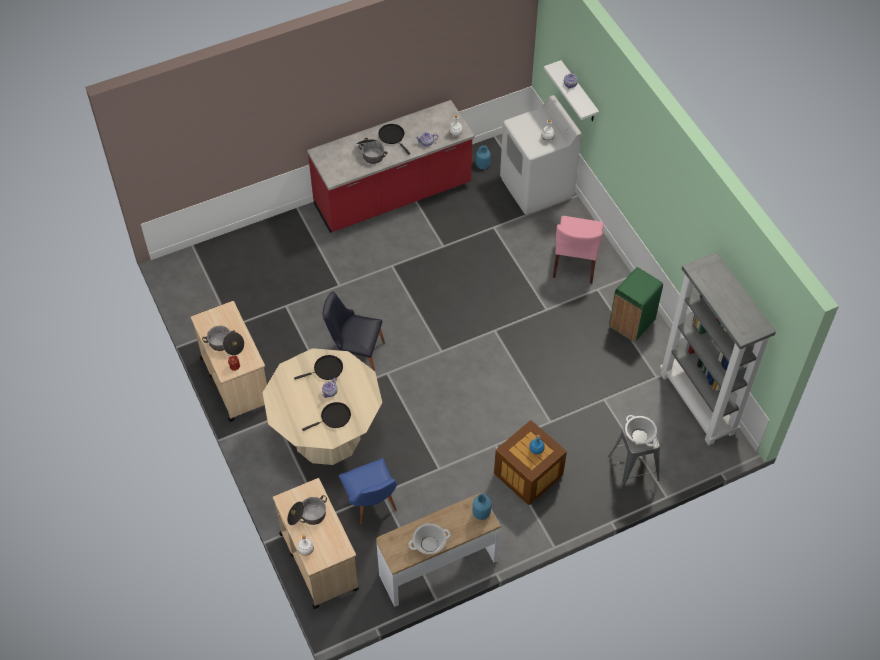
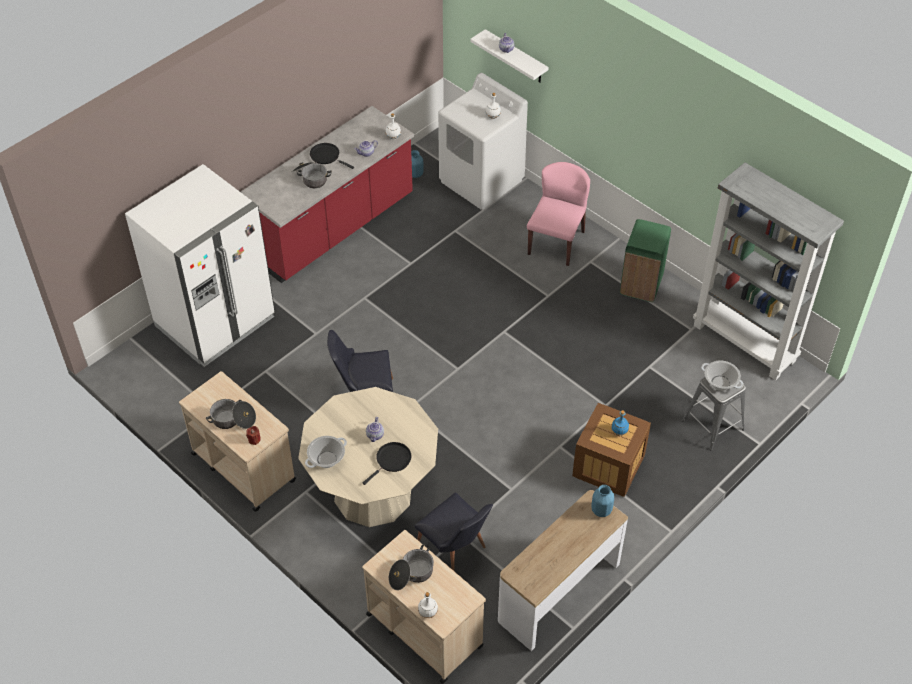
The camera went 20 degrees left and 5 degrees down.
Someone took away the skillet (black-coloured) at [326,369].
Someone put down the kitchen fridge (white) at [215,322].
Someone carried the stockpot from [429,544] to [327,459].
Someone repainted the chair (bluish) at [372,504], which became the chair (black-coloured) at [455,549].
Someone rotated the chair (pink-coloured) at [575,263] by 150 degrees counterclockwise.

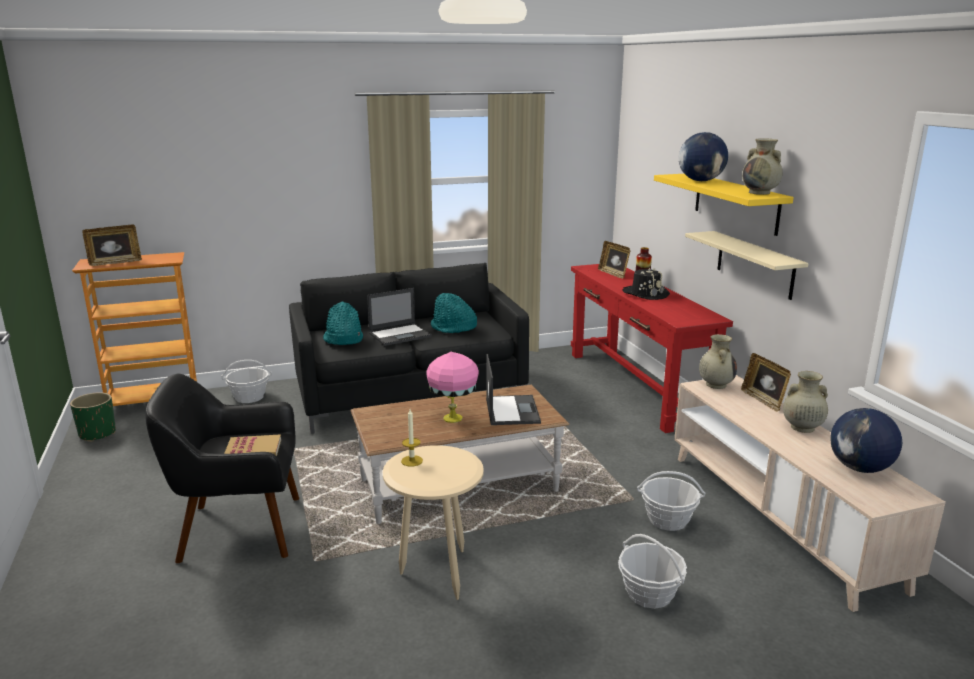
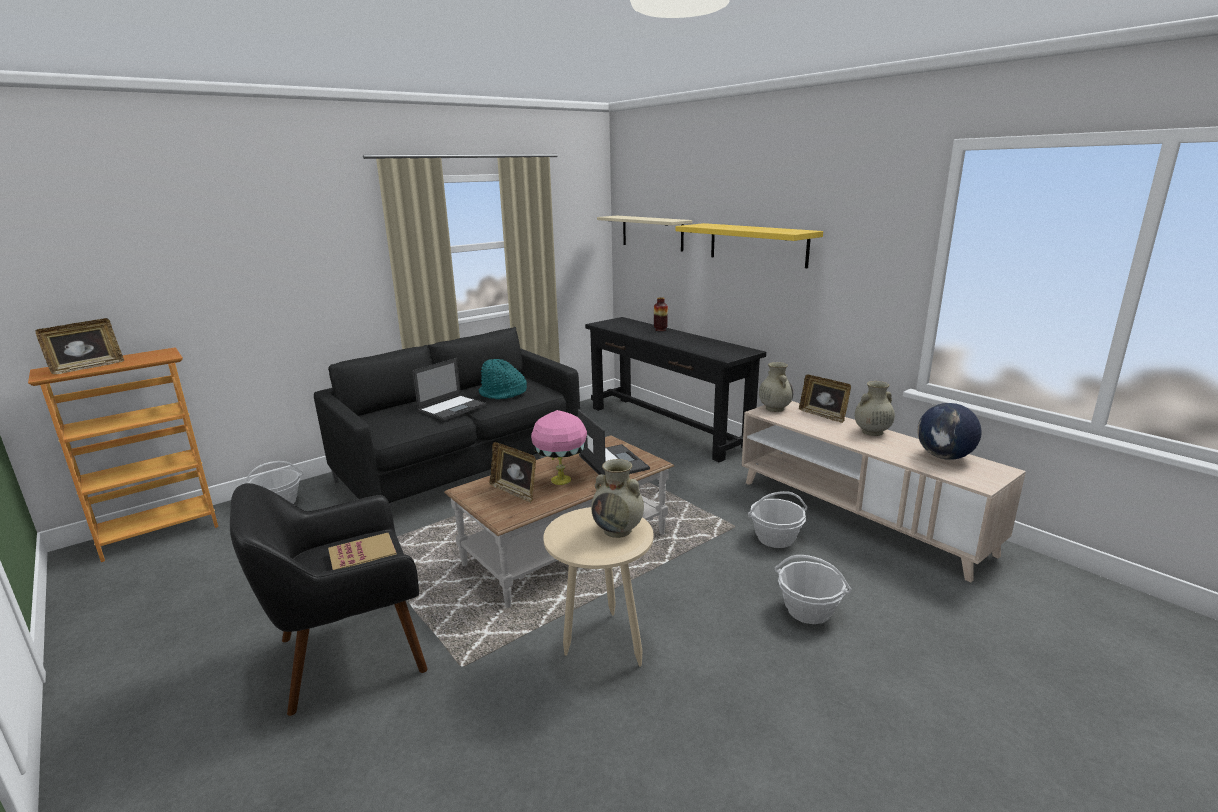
The camera went 20 degrees left and 0 degrees up.
Someone took away the flower pot (green-coloured) at [97,434].
Someone took away the clothing hat (turquoise) at [343,339].
Someone took away the wax light at [412,461].
Someone took away the clothing hat (black-coloured) at [645,294].
Someone took away the desk globe at [700,181].
Someone carried the photo frame from [613,274] to [515,492].
Someone carried the bracket shelf (beige-coloured) from [754,264] to [652,232].
Someone carried the flower vase (beige-coloured) from [760,193] to [618,530].
Someone repainted the console table (reddish) at [635,386], which became the console table (black-coloured) at [666,426].

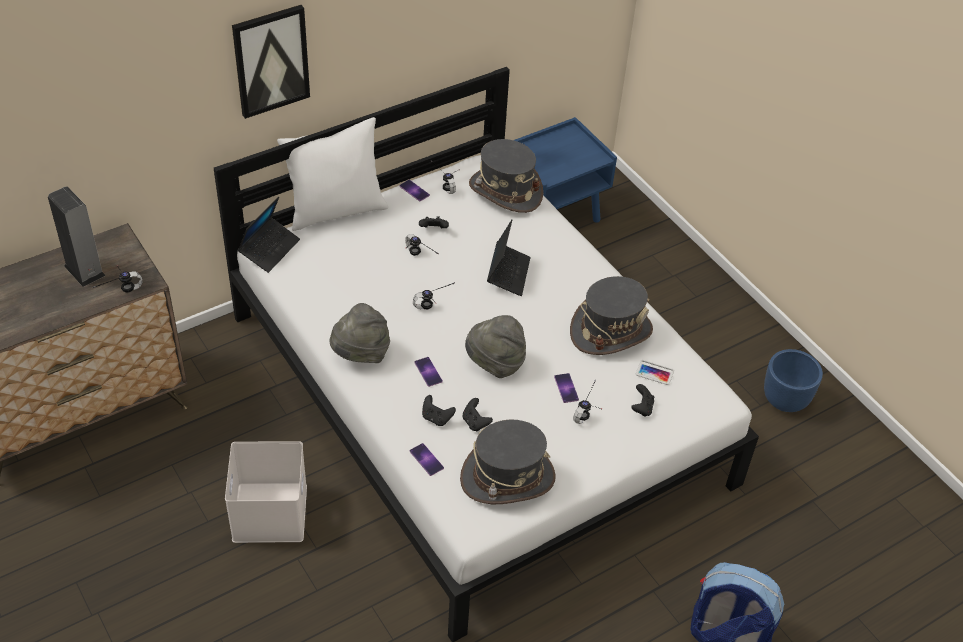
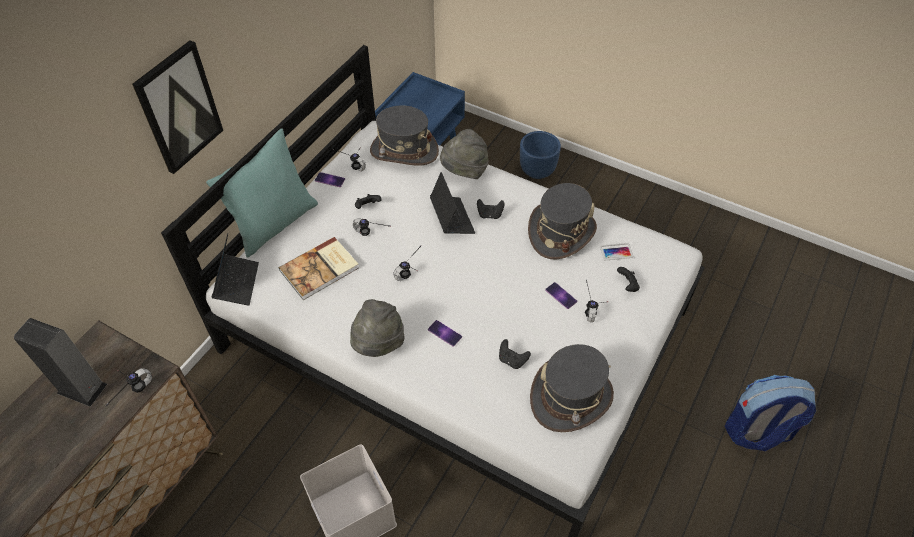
The camera went 25 degrees left and 5 degrees up.
Someone took away the phone at [426,459].
Someone put down the bound book at [320,270].
Someone carried the game controller (black-coloured) from [436,418] to [490,214].
Someone carried the clothing hat (gray) from [495,363] to [464,171].
Someone carried the flower pot (bluish) from [785,400] to [537,171].
Someone repainted the cushion (white) at [336,210], which became the cushion (turquoise) at [274,224].

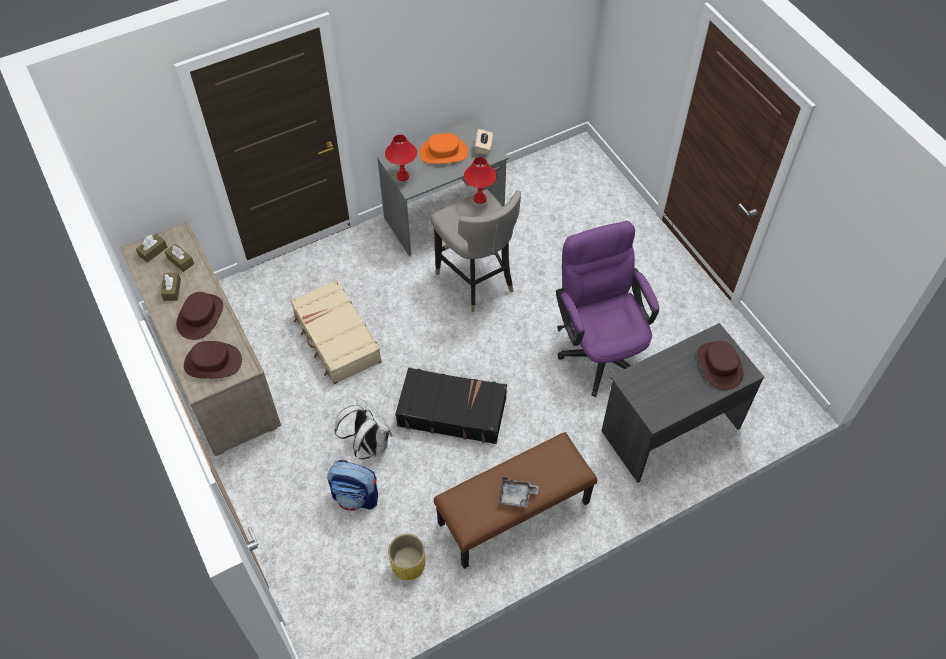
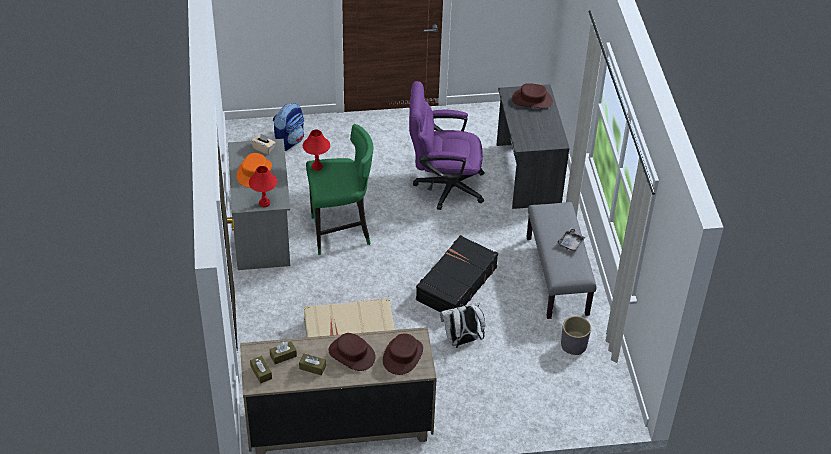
The camera went 70 degrees left and 10 degrees down.
Someone carried the backpack from [356,496] to [289,141].
Someone repainted the flower pot (yellow-coloured) at [408,565], which became the flower pot (gray) at [573,345].
Someone repainted the sitting stool (gray) at [476,281], which became the sitting stool (green-coloured) at [341,233].
Someone repainted the bench (brown-coloured) at [514,514], which became the bench (gray) at [557,276].

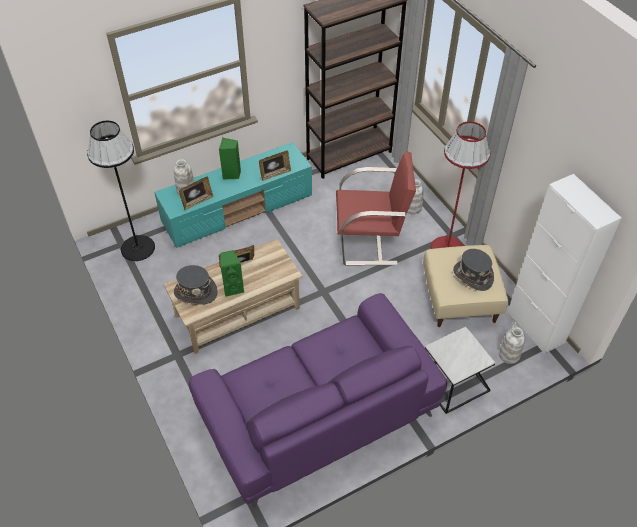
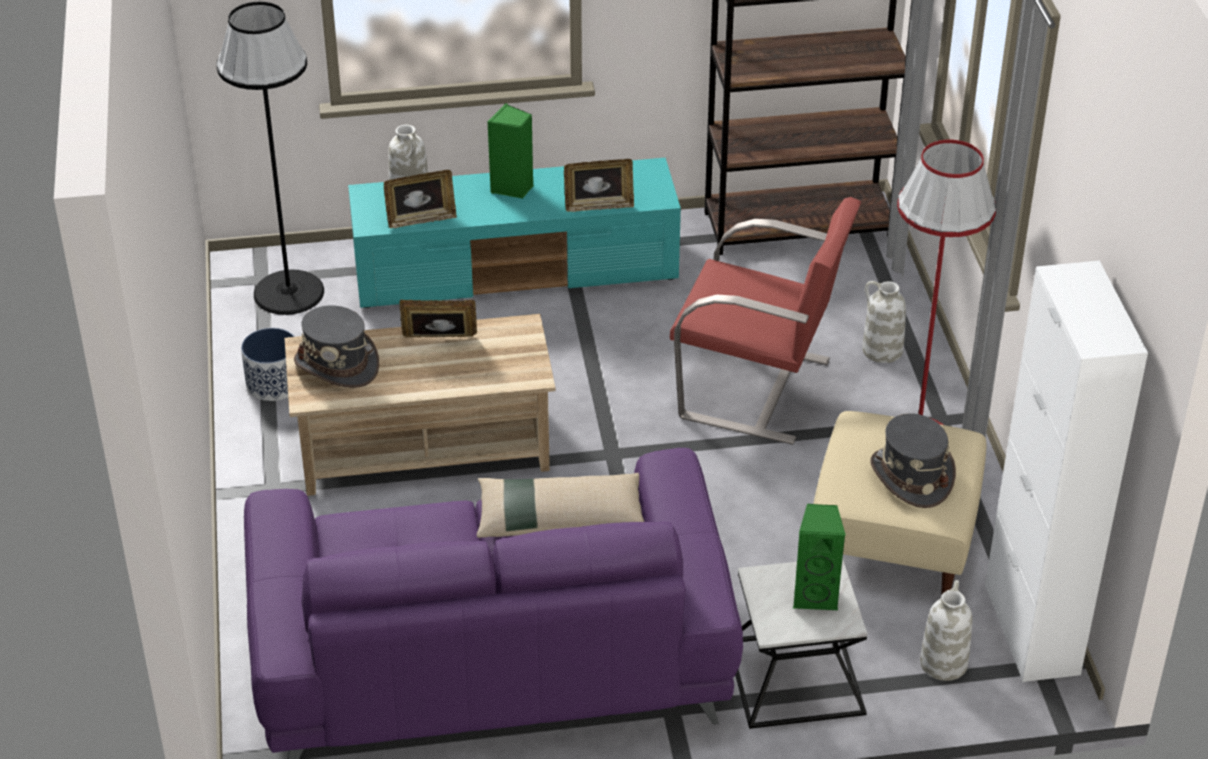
The camera went 20 degrees right and 10 degrees down.
Someone put down the flower pot at [274,383].
Someone put down the cushion (beige-coloured) at [560,517].
Someone carried the loudspeaker (green-coloured) from [233,288] to [815,595].

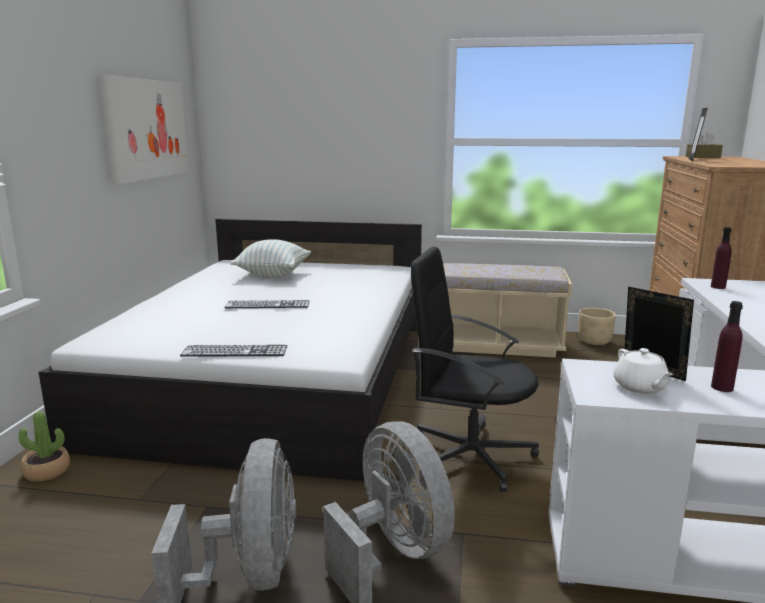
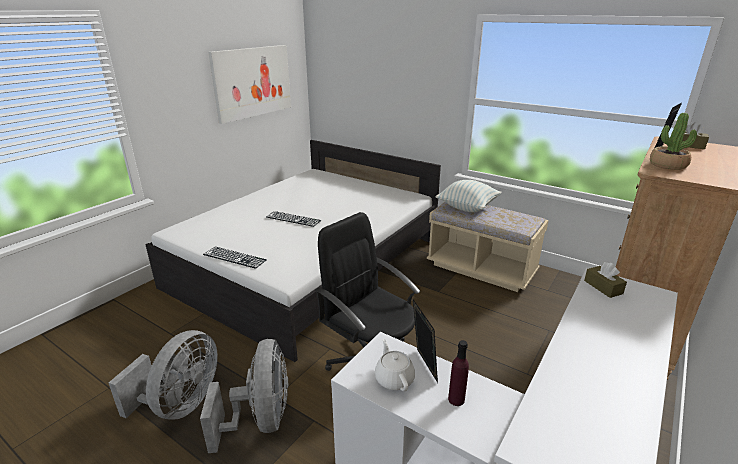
The camera went 25 degrees right and 10 degrees up.
Someone took away the flower pot (beige-coloured) at [594,341].
Someone carried the plant in a pot from [47,471] to [667,165].
Someone carried the cushion from [273,274] to [467,207].
Someone swapped the drink bottle (purple-coloured) at [718,287] for the box of tissues (brown-coloured) at [603,287].
Someone rotated the teapot (white) at [640,387] by 150 degrees clockwise.

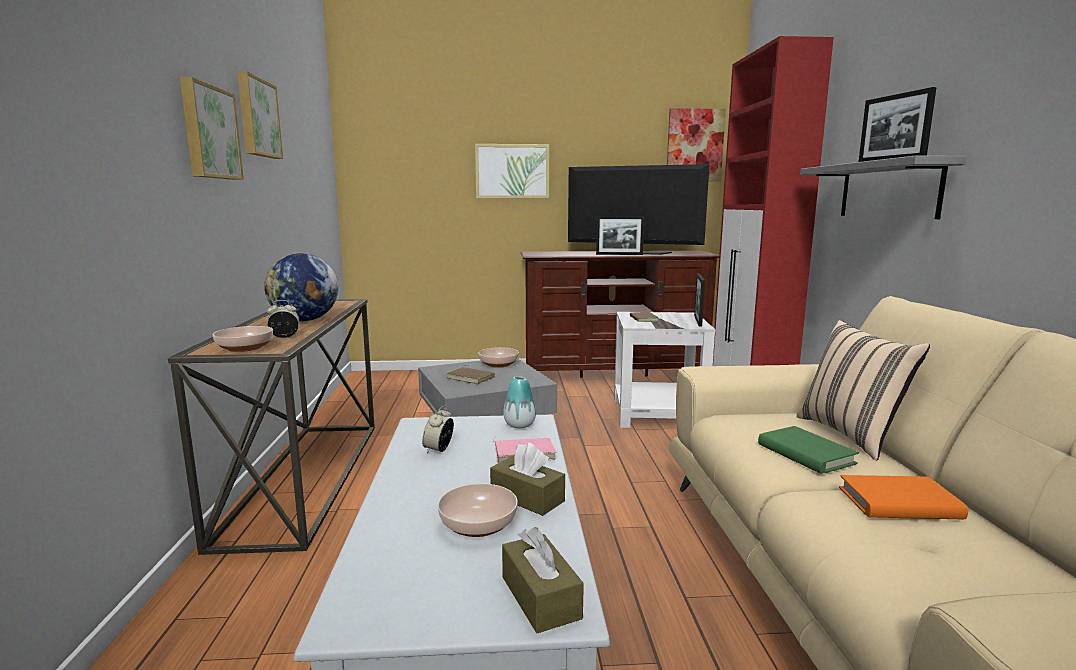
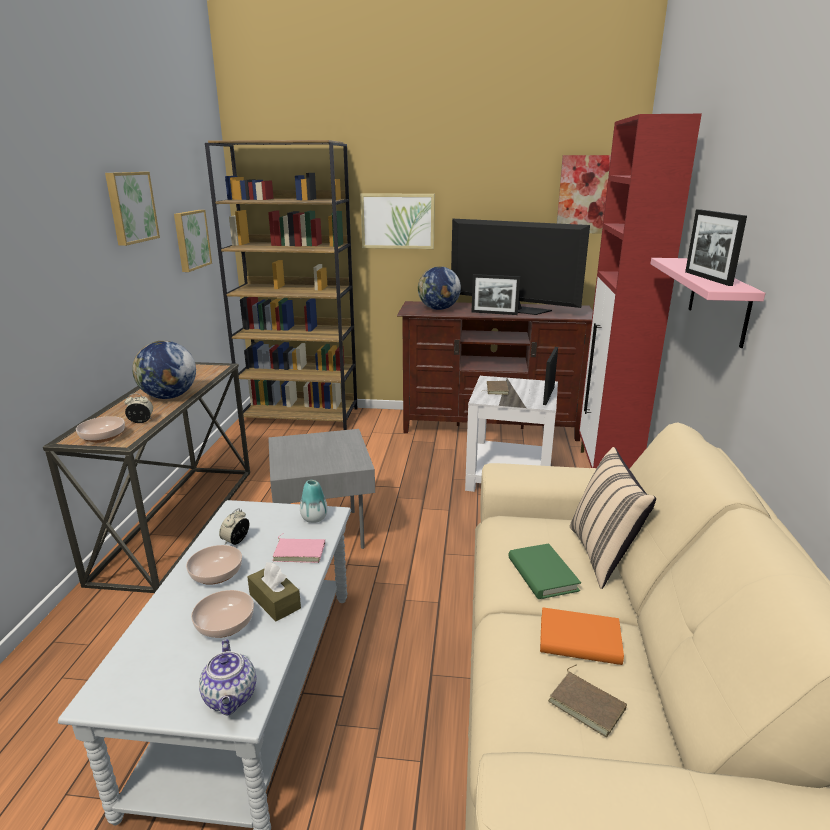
The camera went 10 degrees right and 10 degrees up.
Someone put down the bookshelf (brown-coloured) at [301,416].
Someone put down the desk globe at [438,309].
Someone carried the wall picture from [208,132] to [190,240].
Someone carried the bound book (brown-coloured) from [471,378] to [588,704].
Someone carried the serving bowl from [498,364] to [216,573].
Someone swapped the box of tissues (brown-coloured) at [540,597] for the teapot at [231,698].
Someone repainted the bracket shelf (gray) at [888,190], which became the bracket shelf (pink-coloured) at [718,300].

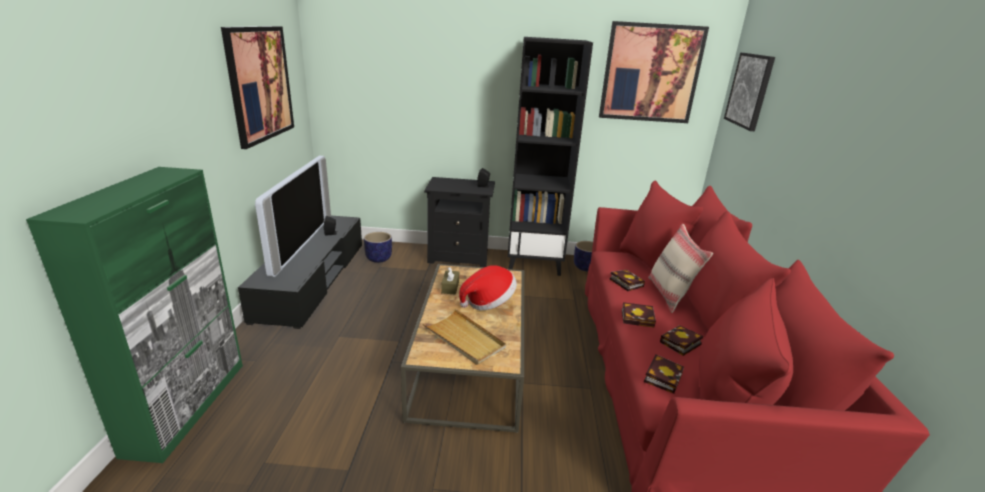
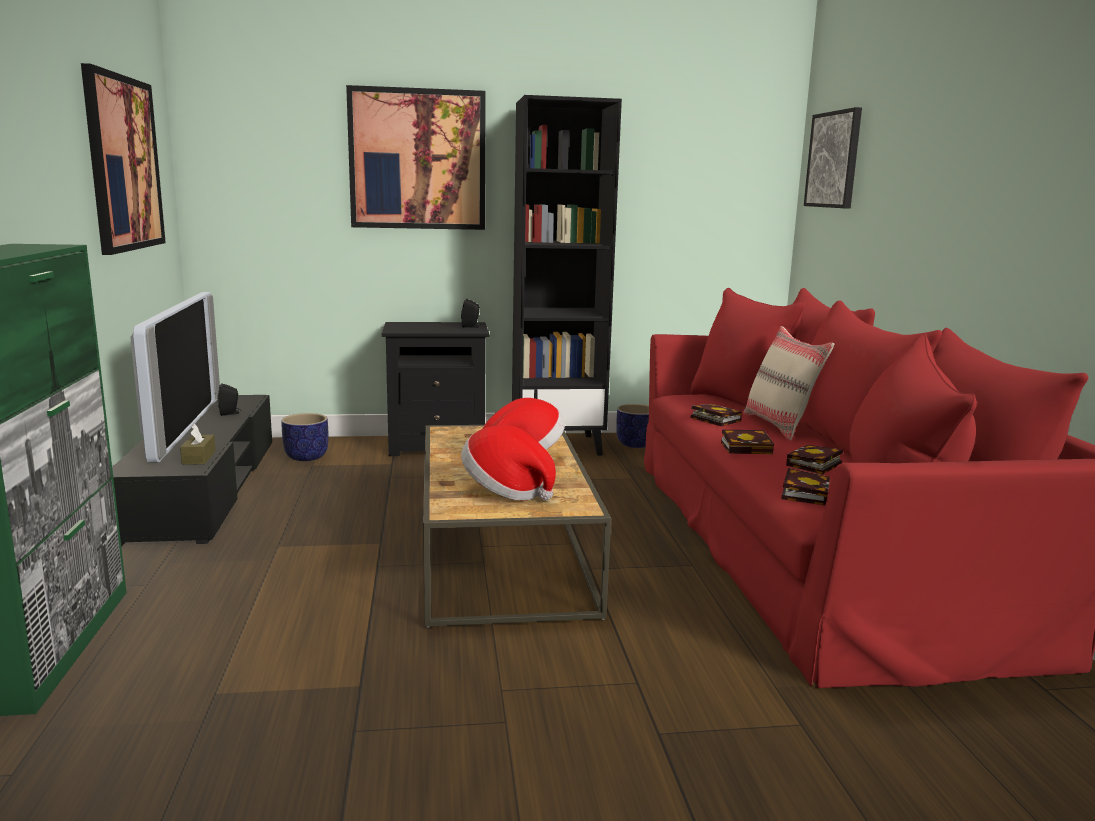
The camera went 10 degrees left and 10 degrees down.
Someone carried the box of tissues (brown-coloured) from [450,287] to [199,457].
Someone carried the wall picture from [650,73] to [417,159].
Someone swapped the carrying tray (beige-coloured) at [464,339] for the clothing hat at [506,490].

